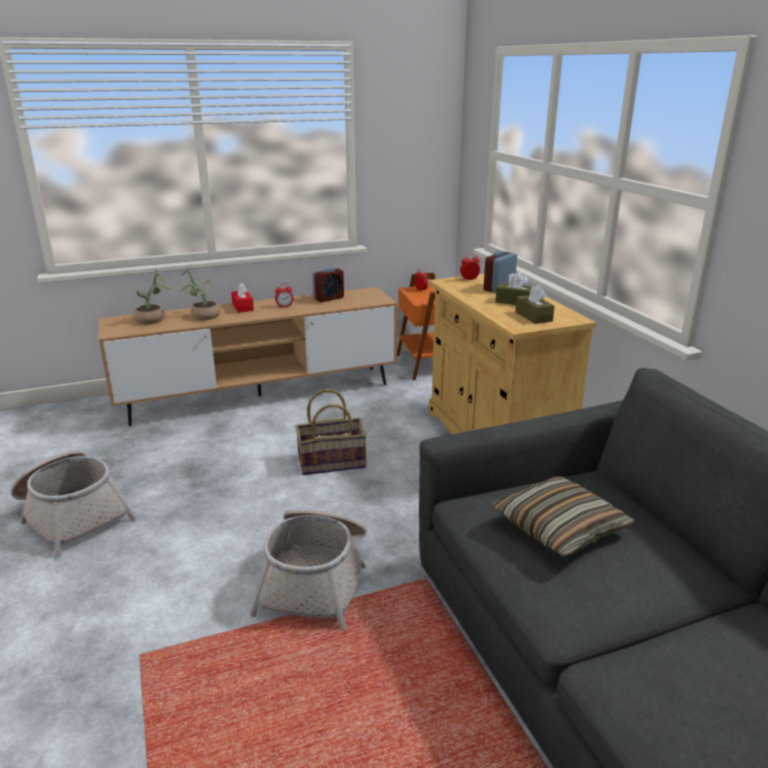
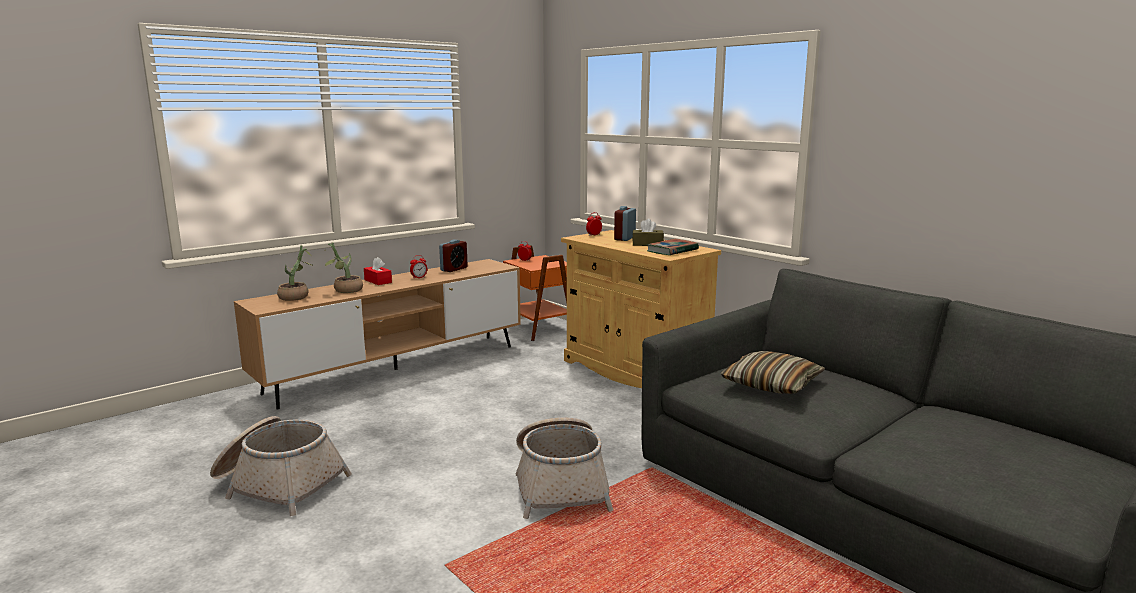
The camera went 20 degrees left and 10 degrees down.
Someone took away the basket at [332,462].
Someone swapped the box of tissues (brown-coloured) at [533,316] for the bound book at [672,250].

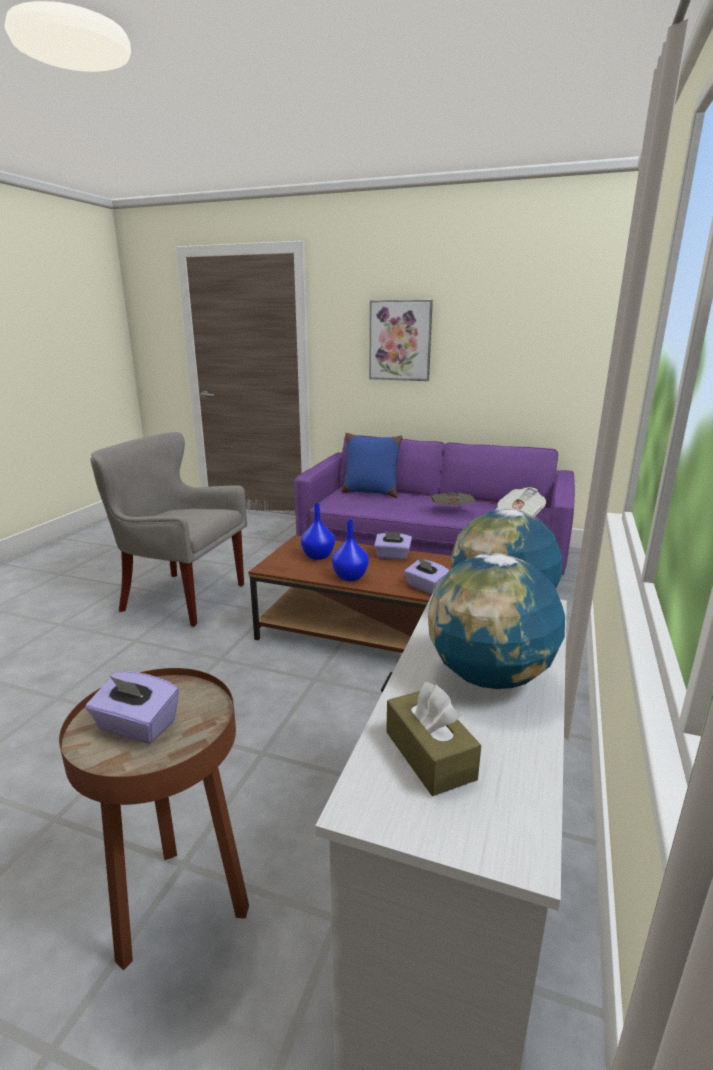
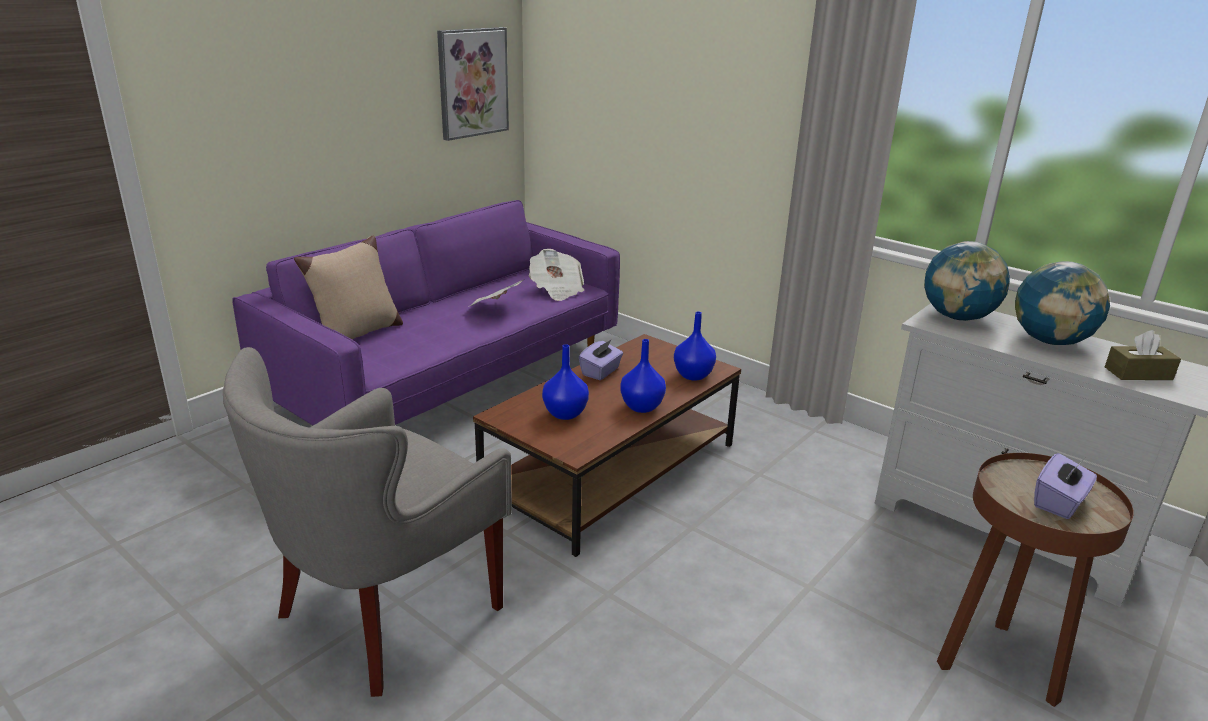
The camera went 70 degrees left and 5 degrees up.
Someone carried the wall picture from [400,340] to [472,82].
Someone swapped the box of tissues (purple-coloured) at [426,587] for the flower vase (bluish) at [693,375].
Someone repainted the cushion (bluish) at [370,492], which became the cushion (beige-coloured) at [356,334].

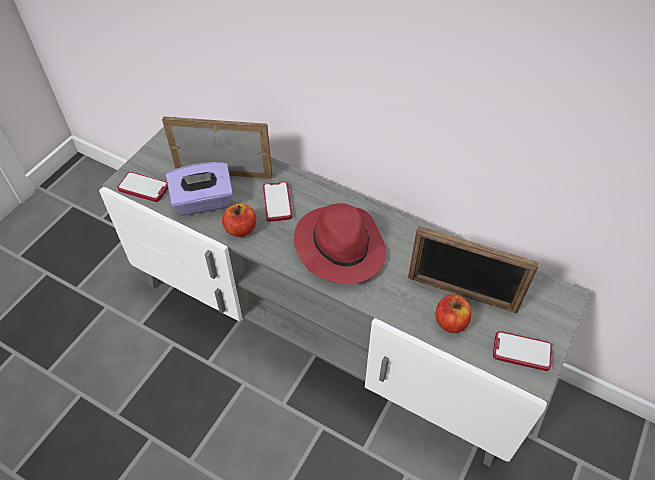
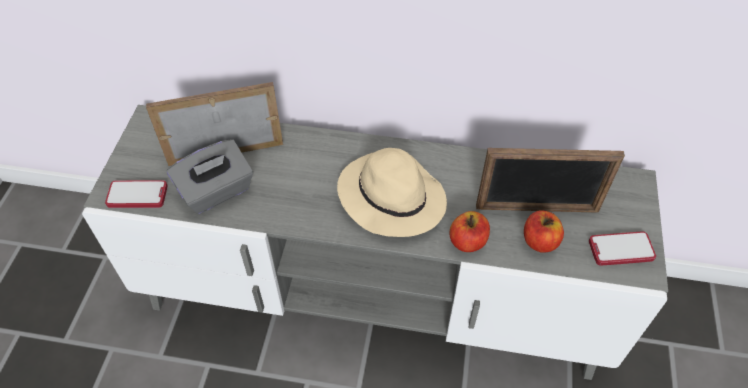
The camera went 20 degrees left and 0 degrees up.
Someone took away the phone at [277,202].
Someone carried the apple from [241,229] to [467,241].
Someone repainted the box of tissues (purple-coloured) at [203,202], which became the box of tissues (gray) at [217,191].
Someone repainted the clothing hat (reddish) at [339,246], which became the clothing hat (beige-coloured) at [390,197].

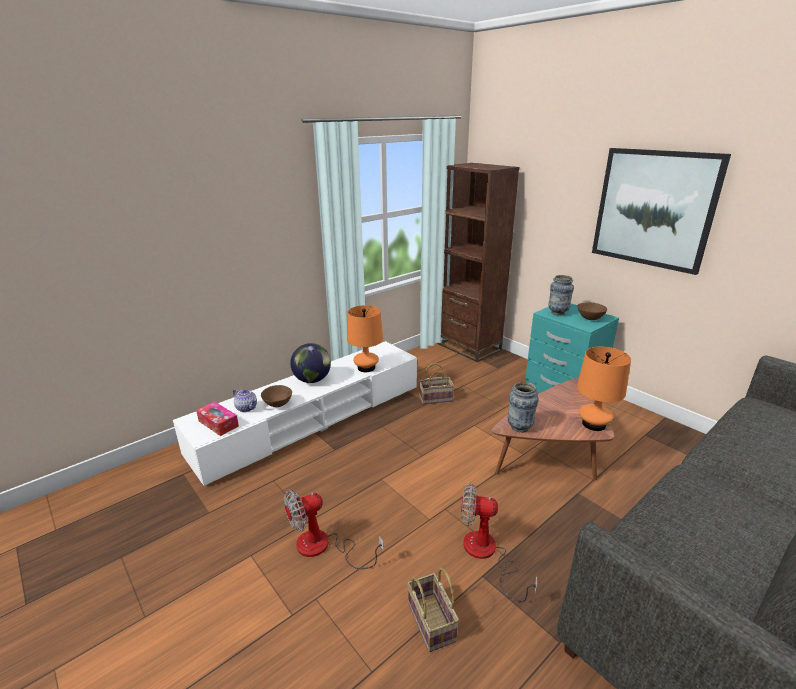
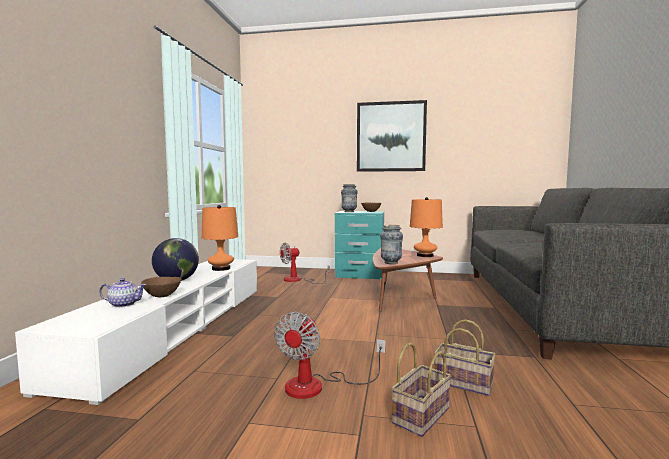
The camera went 40 degrees left and 20 degrees down.
Someone took away the box of tissues at [218,423].
Someone took away the bookshelf (brown-coloured) at [469,347].
Someone carried the basket from [436,398] to [420,414].
Someone carried the electric fan from [487,554] to [298,280].

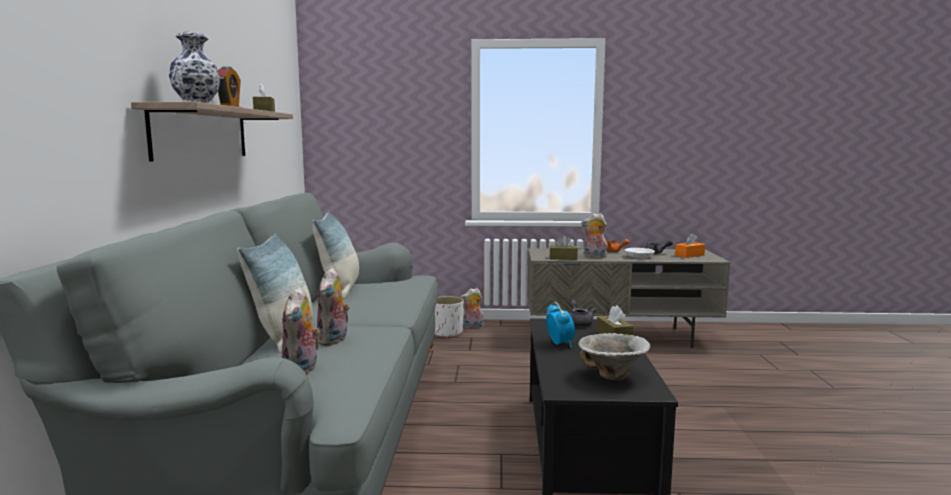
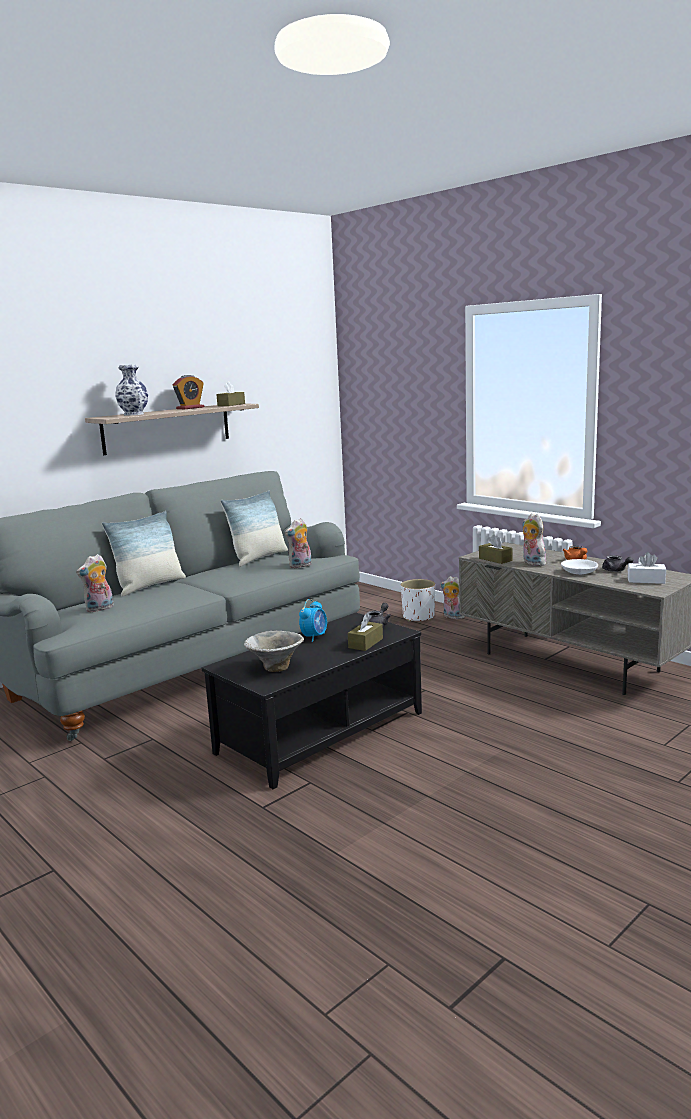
The camera went 45 degrees right and 5 degrees up.
Someone carried the soft toy from [334,340] to [300,566].
Someone repainted the box of tissues (orangey) at [689,255], which became the box of tissues (white) at [646,580].

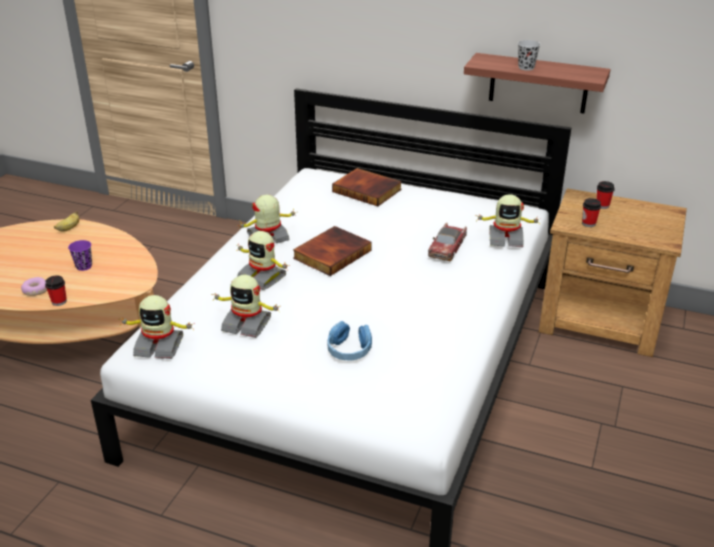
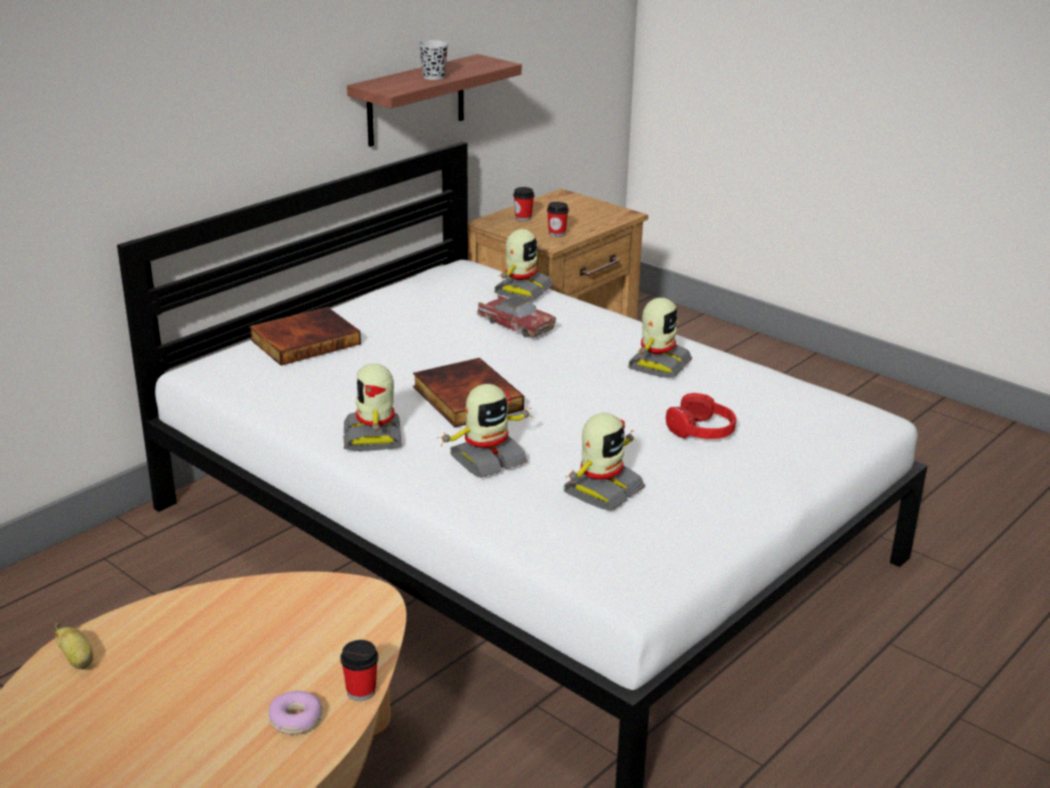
The camera went 70 degrees left and 5 degrees down.
Someone took away the small cup (purple-coloured) at [84,266].
Someone carried the model robot from [159,345] to [658,365].
Someone repainted the headset (bluish) at [349,350], which became the headset (reddish) at [701,431].

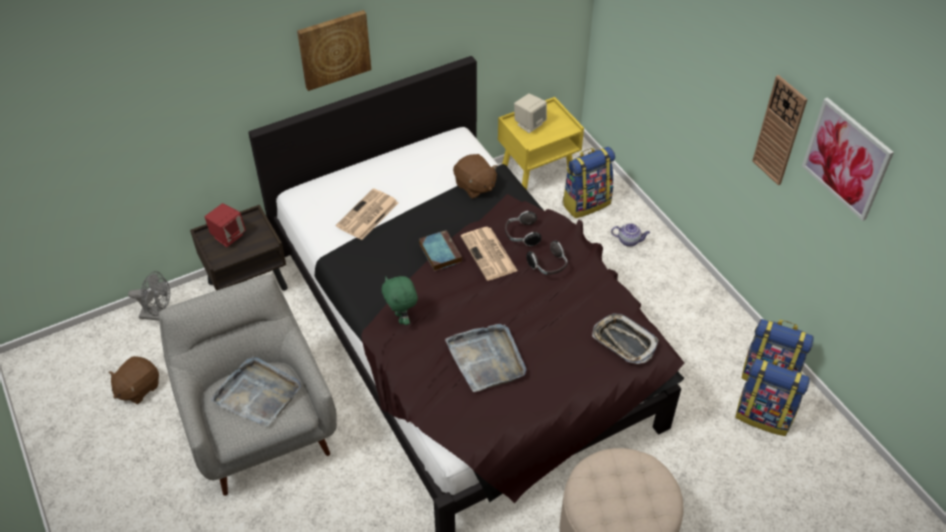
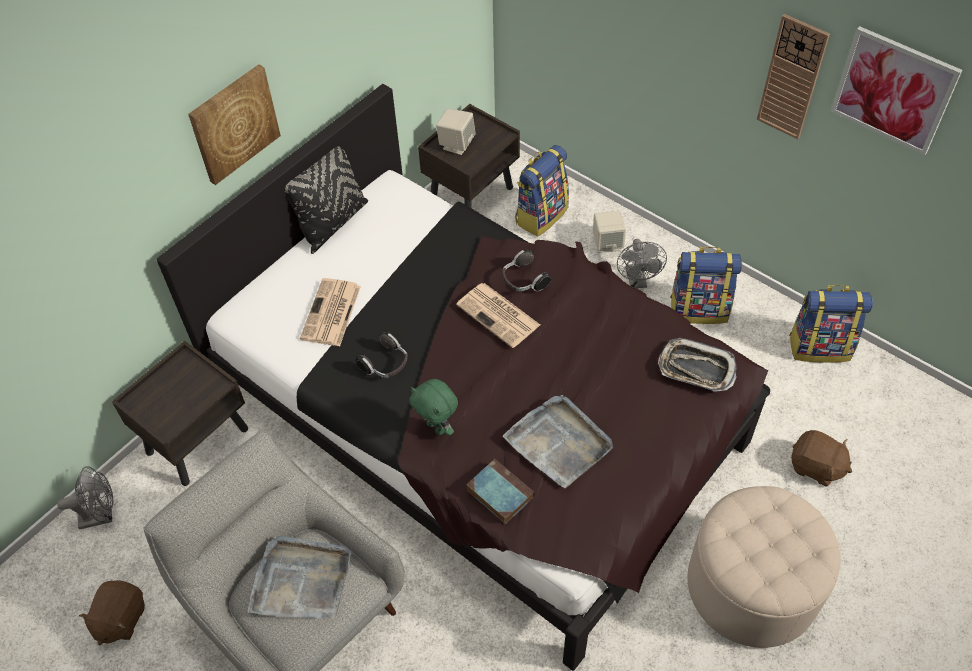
The camera went 20 degrees left and 5 degrees up.
Someone took away the loudspeaker (reddish) at [228,236].
Someone put down the cushion (black-coloured) at [332,223].
Someone put down the electric fan (gray) at [637,281].
Someone carried the bound book from [439,252] to [498,493].
Someone carried the soft toy (brown-coloured) from [475,186] to [816,467].
Someone carried the headset from [548,266] to [386,364].
Someone carried the backpack from [764,415] to [699,309].
Someone swapped the teapot at [629,241] for the loudspeaker (beige-coloured) at [607,243].
Someone repainted the bedside table (yellow-coloured) at [537,172], which became the bedside table (brown-coloured) at [471,196].

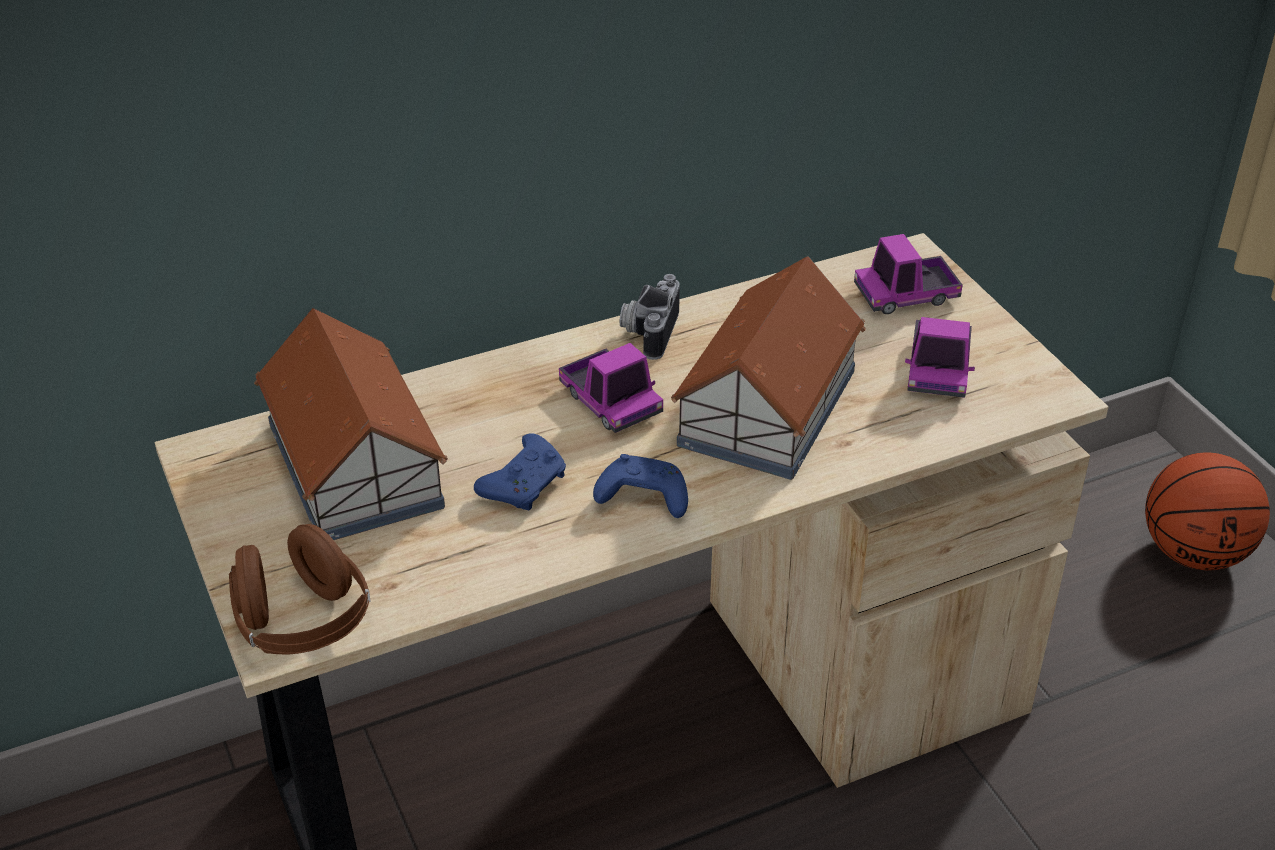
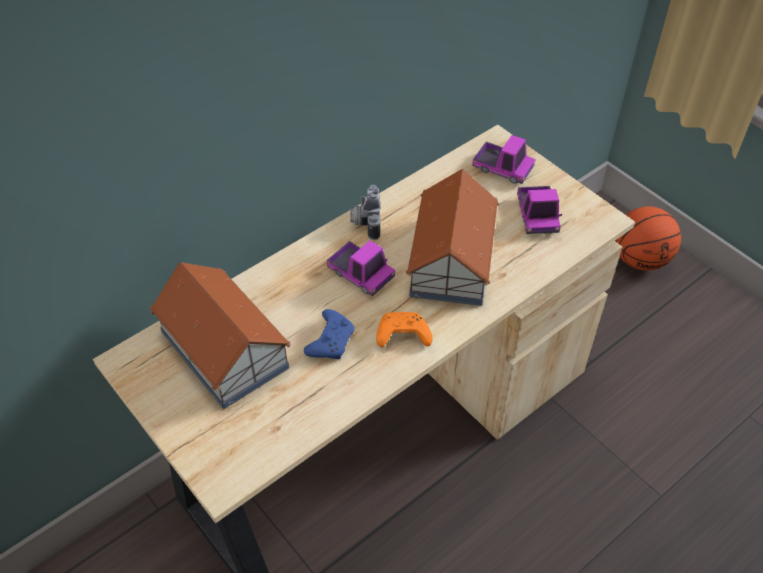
The camera went 15 degrees left and 10 degrees up.
Someone took away the headset (brown-coloured) at [302,624].
Someone repainted the game controller (bluish) at [641,498], which became the game controller (orangey) at [401,336].
Someone rotated the toy truck at [906,295] by 120 degrees counterclockwise.

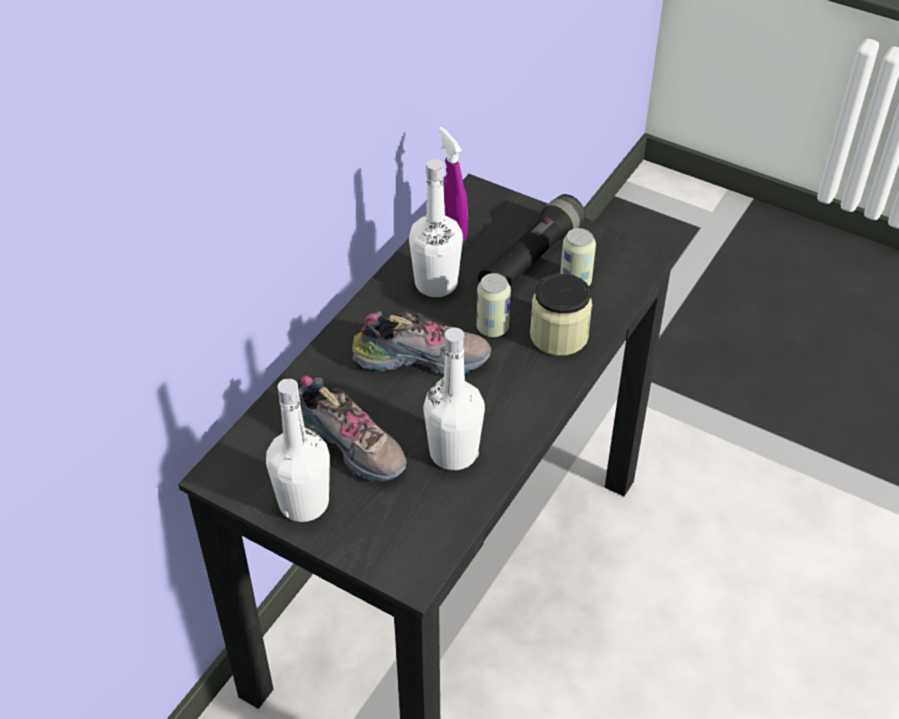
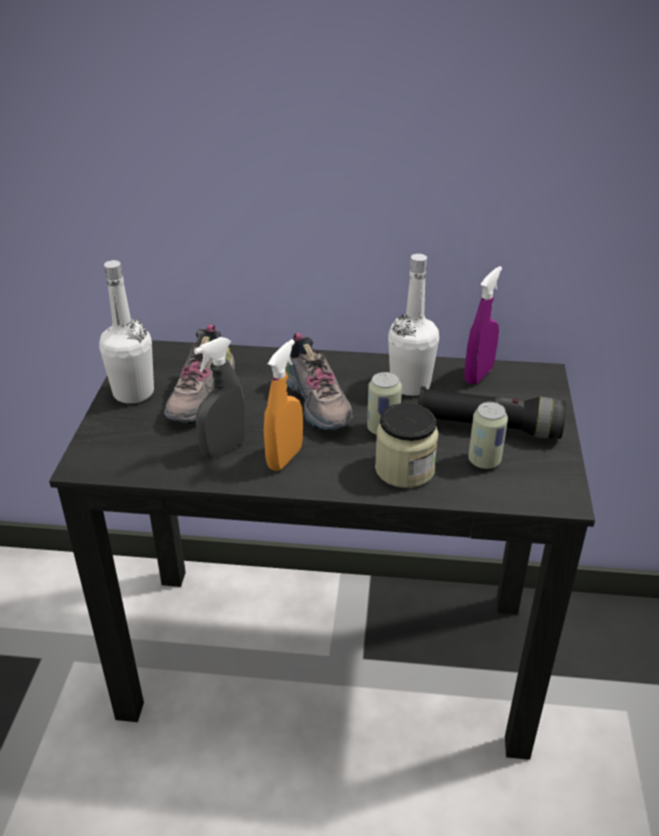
The camera went 65 degrees right and 10 degrees down.
Someone put down the hand sprayer (orangey) at [284,458].
Someone swapped the drink bottle (white) at [453,453] for the hand sprayer (gray) at [223,448].

